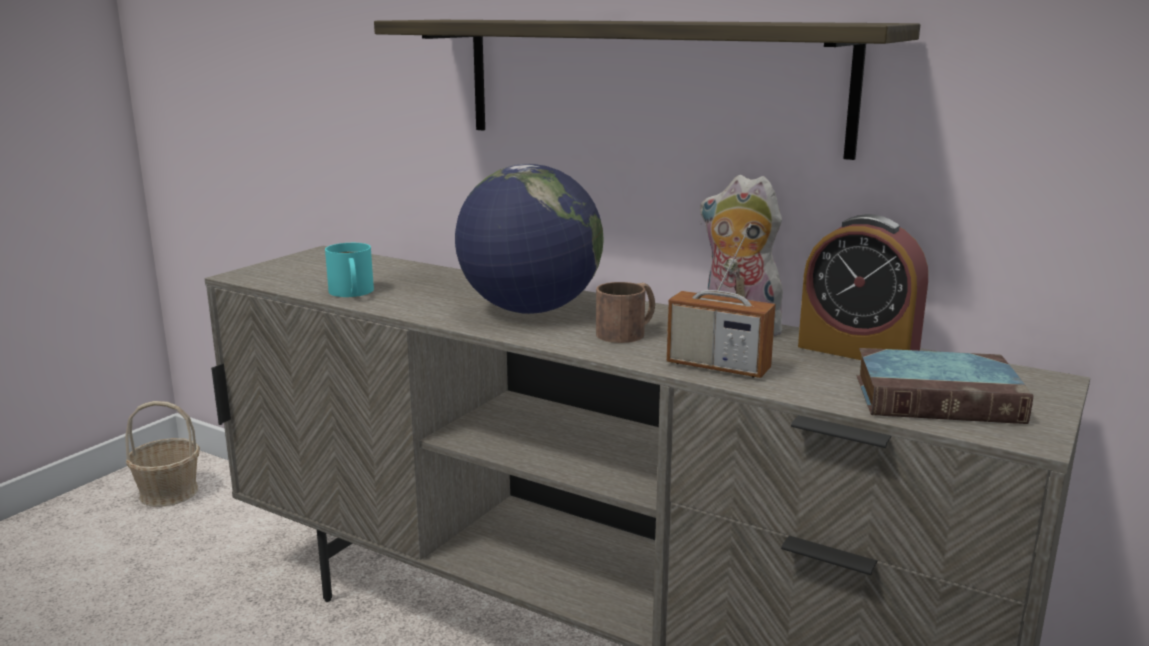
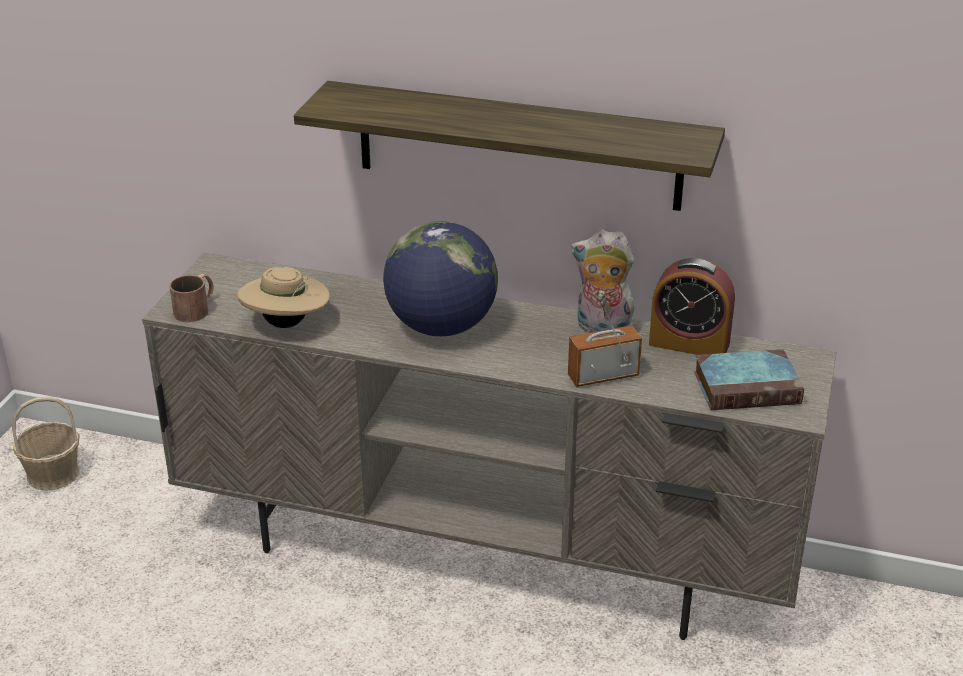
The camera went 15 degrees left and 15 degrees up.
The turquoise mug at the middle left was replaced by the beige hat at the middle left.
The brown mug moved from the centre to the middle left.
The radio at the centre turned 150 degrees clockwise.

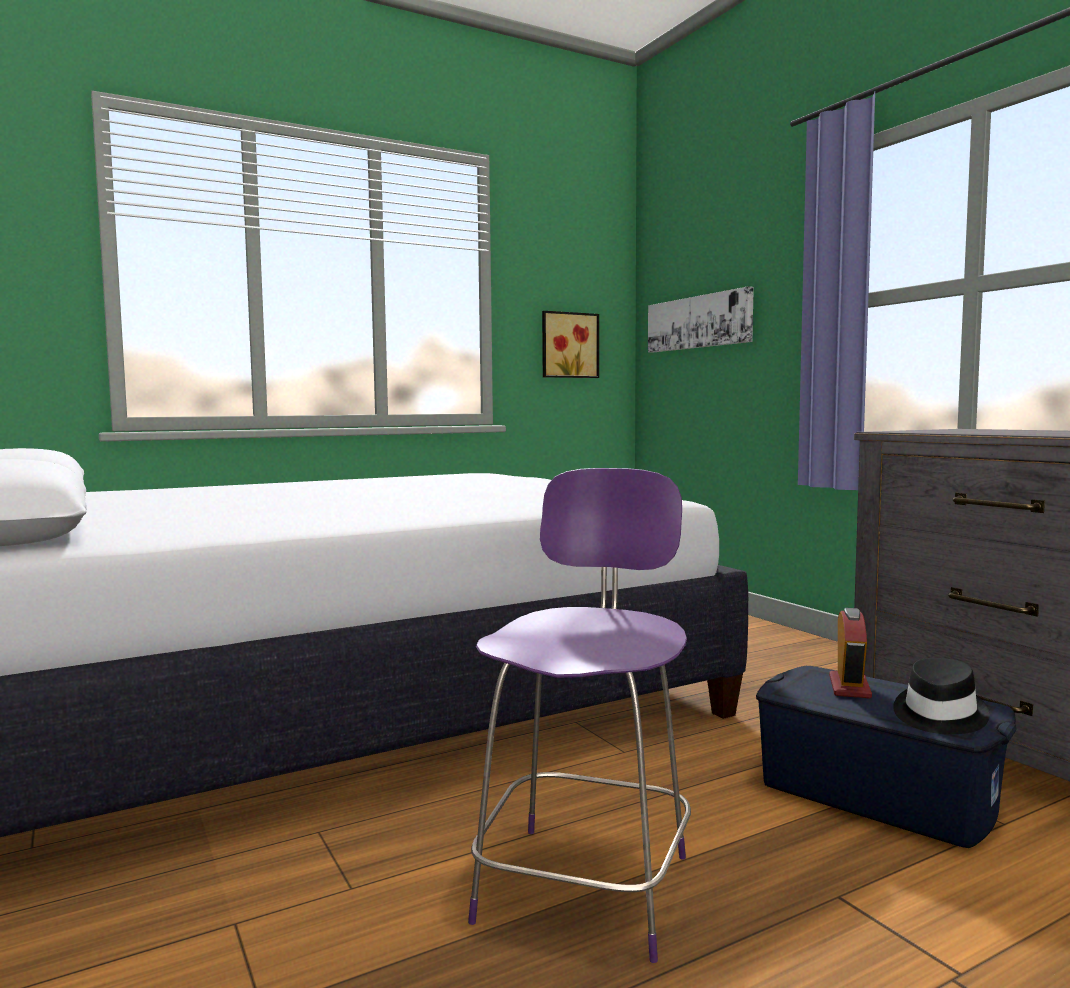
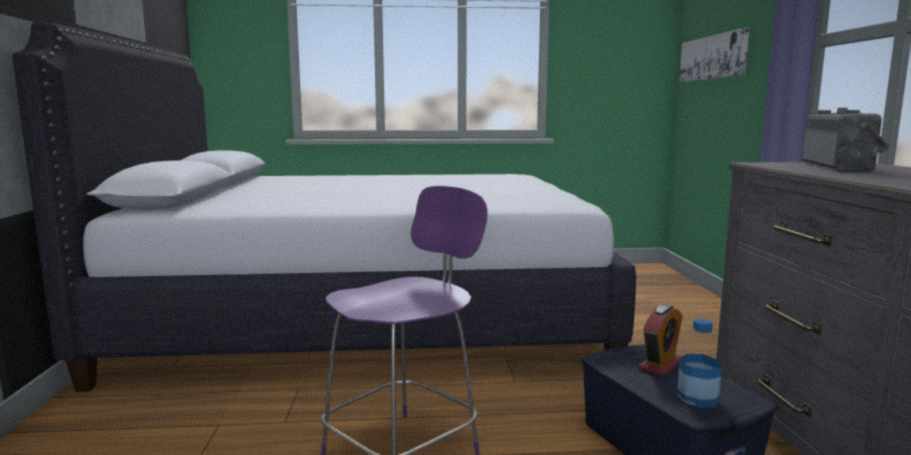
The camera went 25 degrees right and 5 degrees up.
The picture (1st from left) at the centre disappeared.
The black hat at the bottom right was replaced by the bottle at the bottom right.
The radio at the top right appeared.

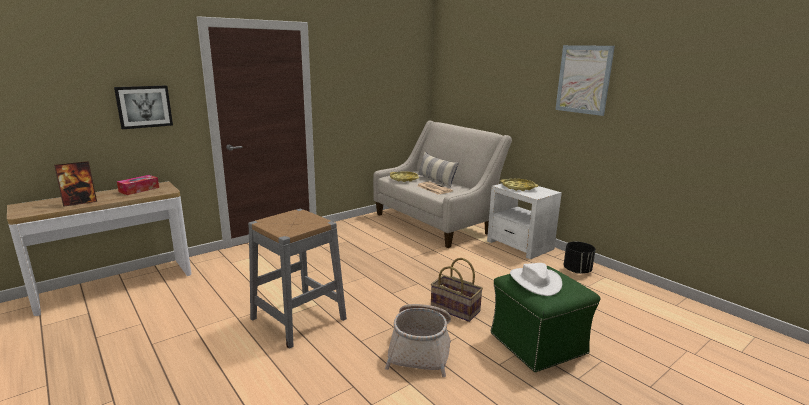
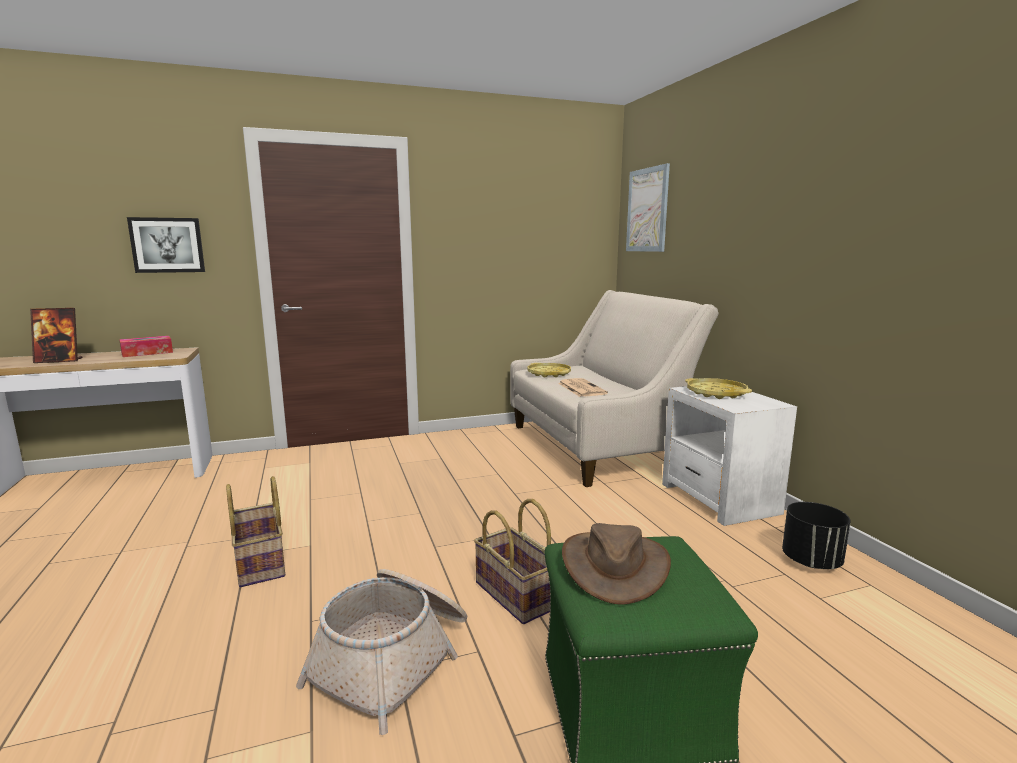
The camera went 20 degrees right and 5 degrees down.
The grey stool at the bottom centre was replaced by the basket (1st from left) at the bottom left.
The pillow at the centre disappeared.
The white hat at the bottom centre became the brown hat at the bottom centre.
The picture (2nd from left) moved from the top right to the top centre.

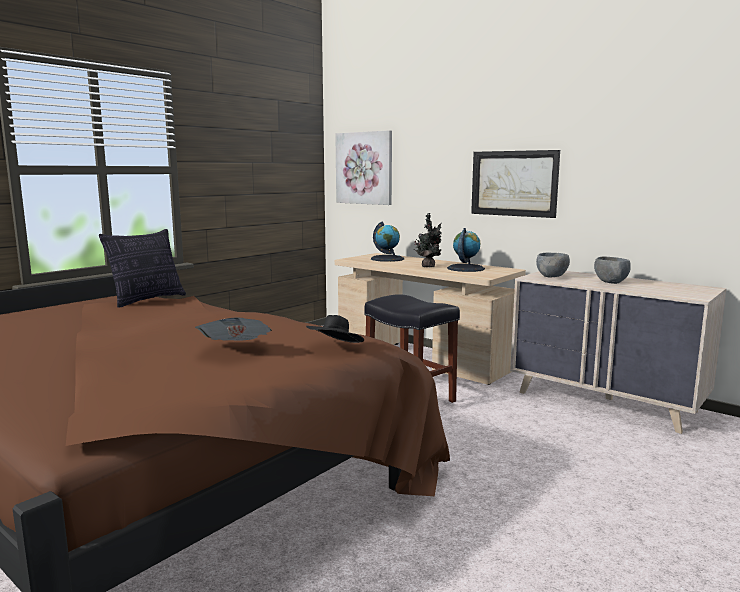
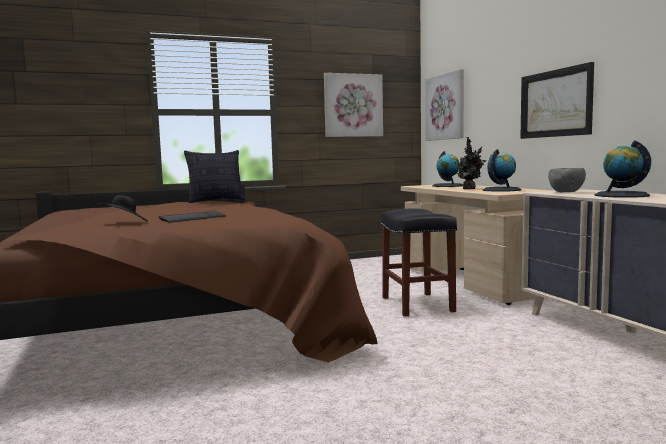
The camera went 30 degrees right and 5 degrees down.
The newspaper at the middle left was replaced by the keyboard at the middle left.
The black hat moved from the centre to the middle left.
The grey bowl (2nd from left) at the middle right was replaced by the globe (3rd from left) at the middle right.
The picture (1st from left) at the top centre appeared.

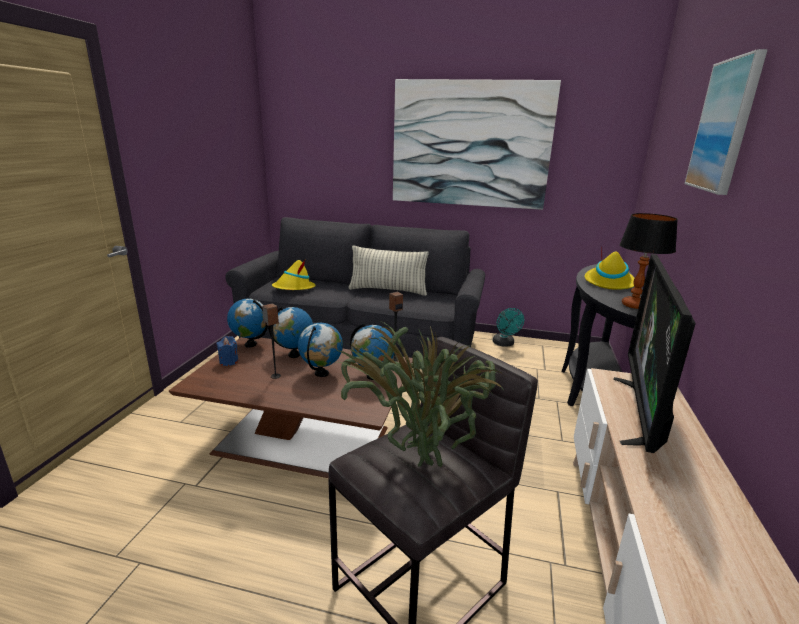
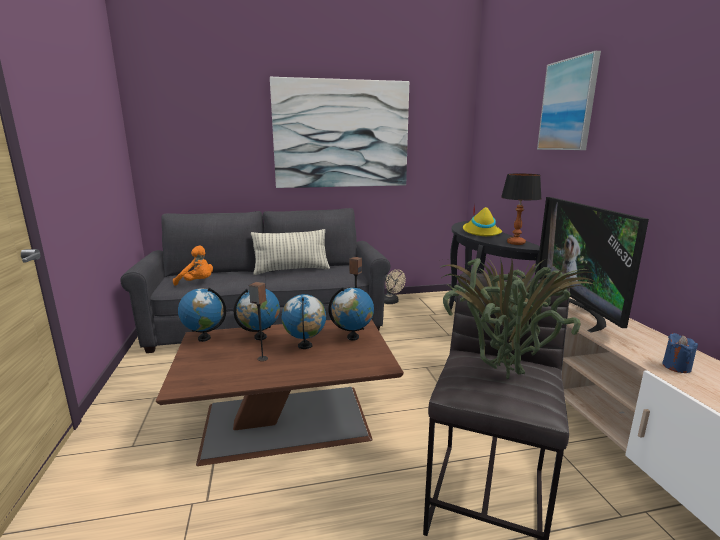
The camera went 25 degrees left and 5 degrees down.
The blue candle moved from the middle left to the middle right.
The yellow hat (1st from left) at the centre was replaced by the orange plush toy at the middle left.
The turquoise fan at the centre became the beige fan at the centre.

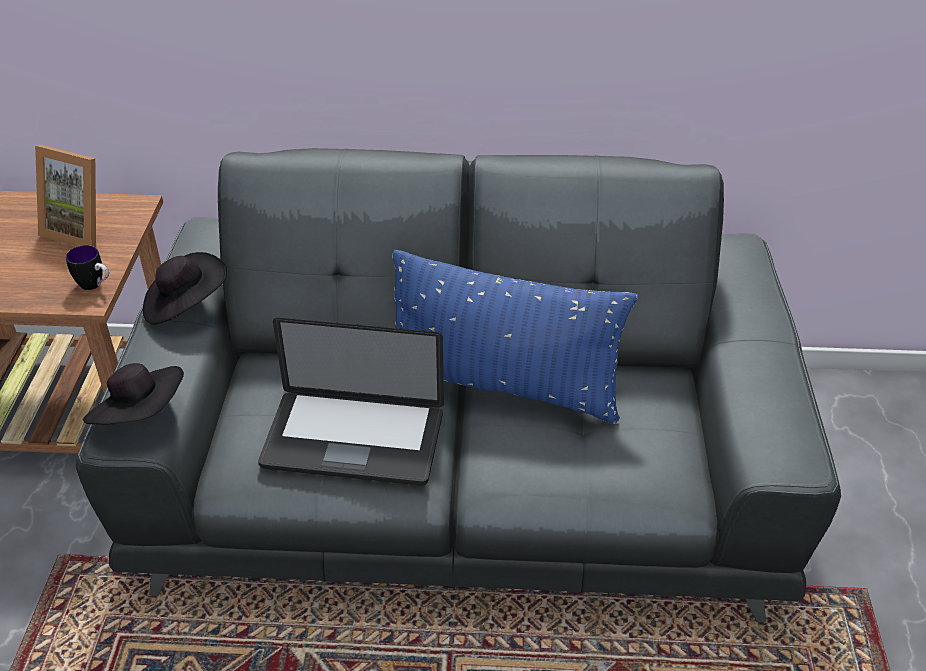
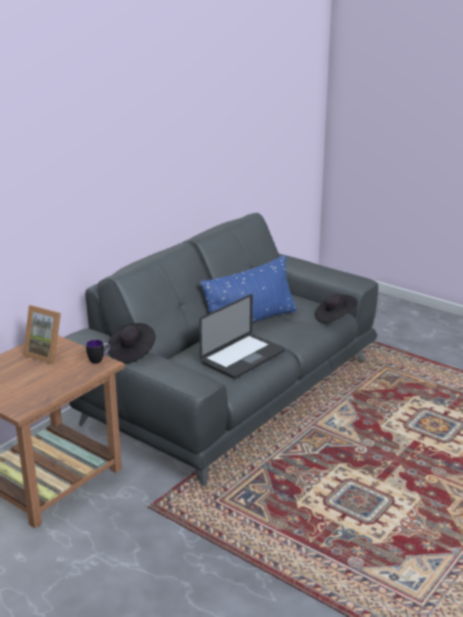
The camera went 55 degrees left and 15 degrees down.
The picture frame at the top left turned 60 degrees clockwise.
The black hat (1st from left in the first image) moved from the middle left to the middle right.

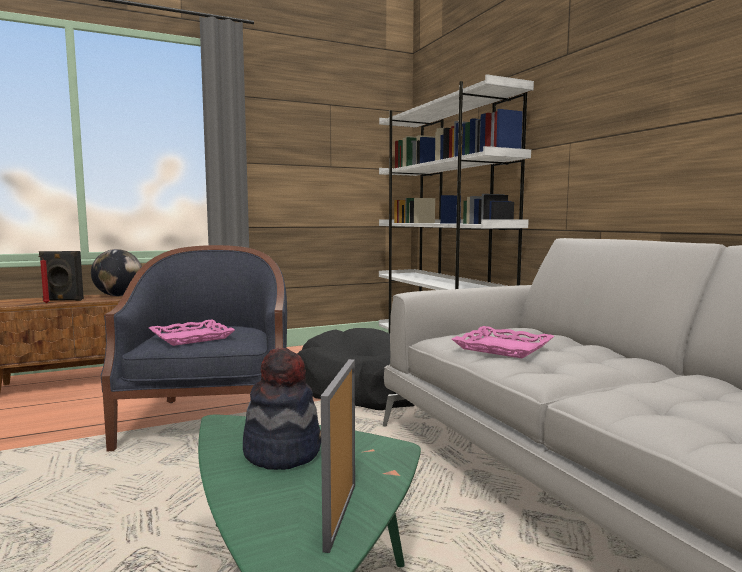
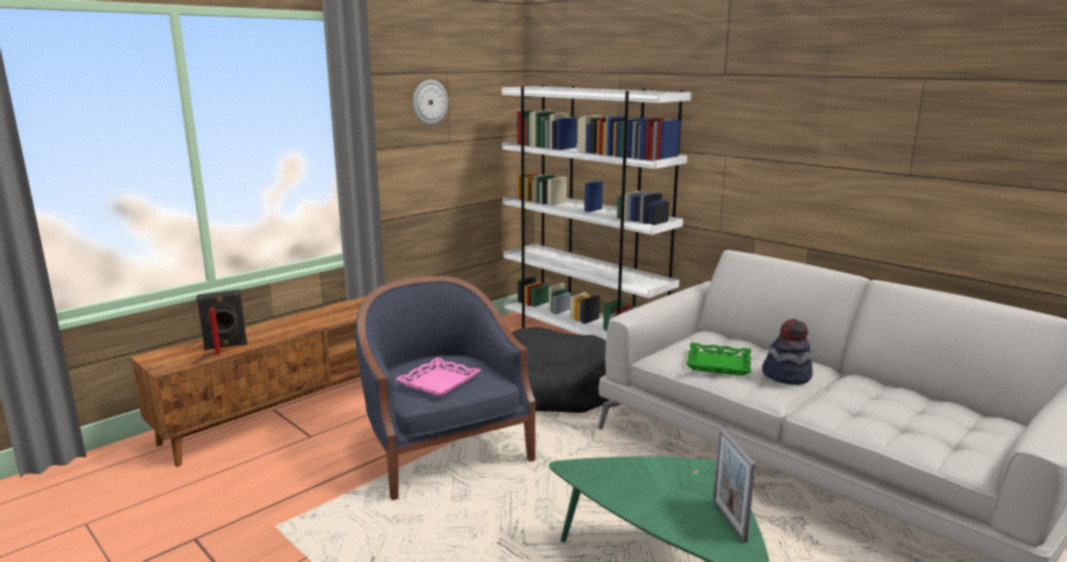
The camera went 20 degrees left and 10 degrees up.
The globe at the middle left disappeared.
The hat moved from the bottom centre to the middle right.
The pink tray (2nd from left) at the middle right became the green tray at the middle right.
The wall clock at the top centre appeared.

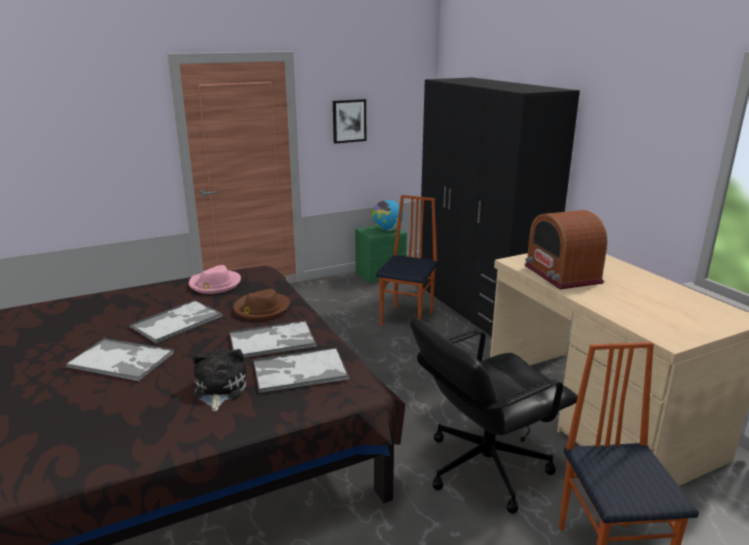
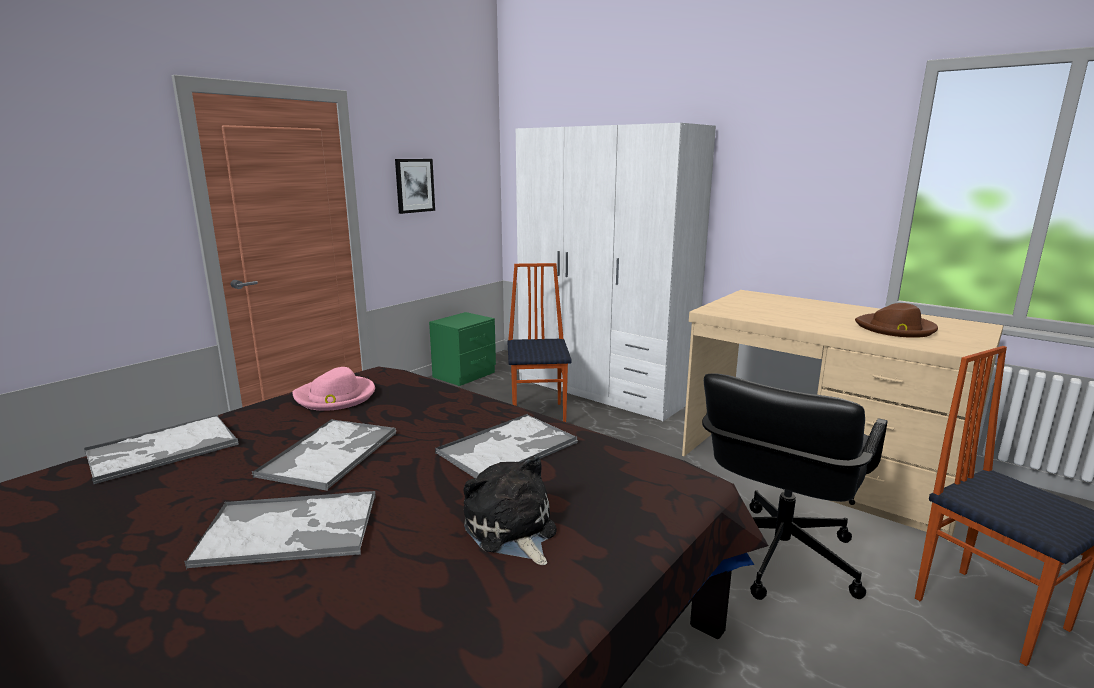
The camera went 25 degrees left and 5 degrees down.
The brown hat moved from the centre to the middle right.
The tray (4th from left in the first image) moved from the bottom centre to the middle left.
The globe at the centre disappeared.
The black wardrobe at the middle right became the white wardrobe at the centre.
The radio at the middle right disappeared.

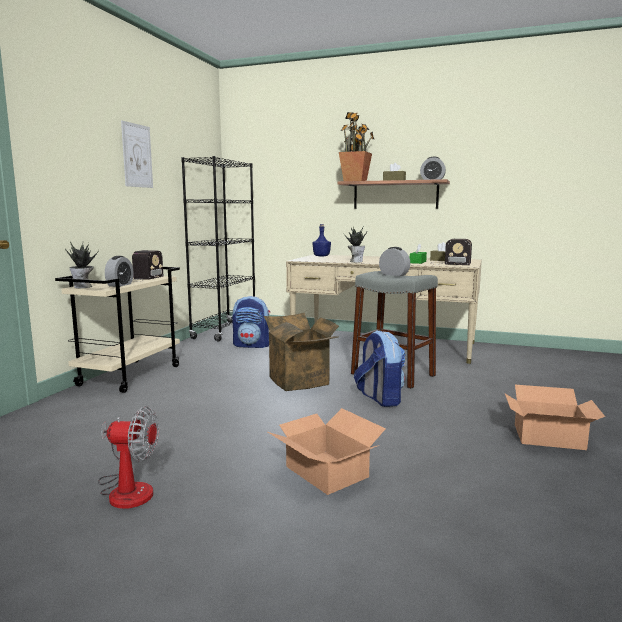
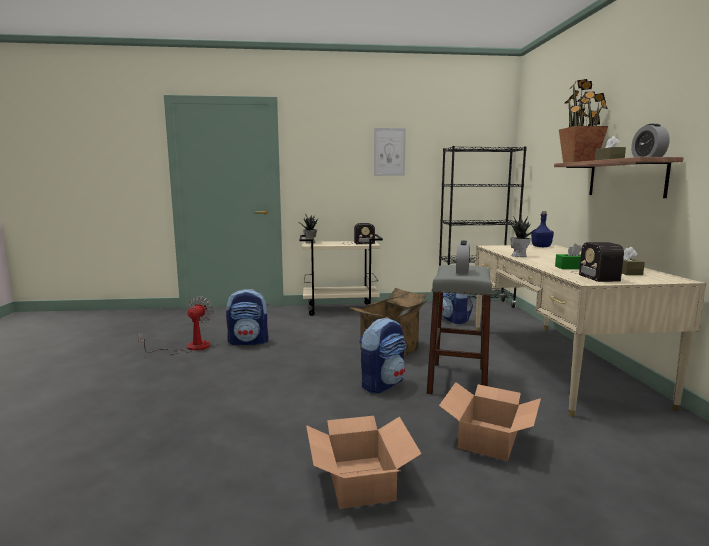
The camera went 65 degrees right and 0 degrees up.
The fan at the bottom left turned 150 degrees counterclockwise.
The alarm clock (1st from left) at the middle left disappeared.
The cardboard box (2nd from left in the first image) moved from the bottom centre to the bottom right.
The backpack (1st from left) at the centre appeared.

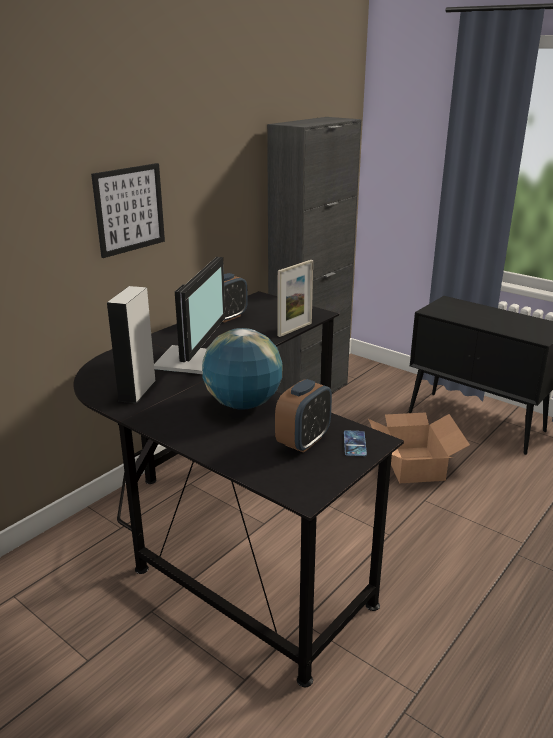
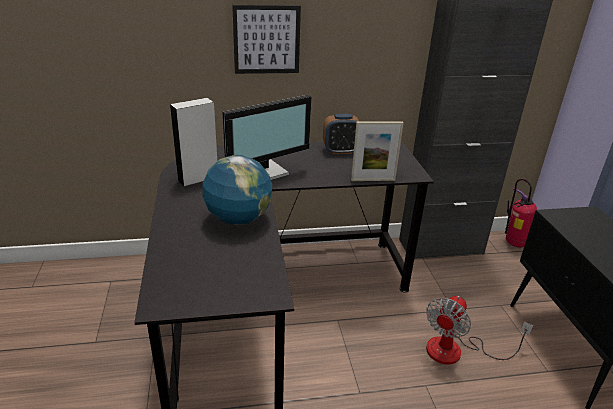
The camera went 40 degrees right and 5 degrees up.
The alarm clock (2nd from left) at the centre disappeared.
The phone at the centre disappeared.
The cardboard box at the middle right was replaced by the fan at the bottom right.
The fire extinguisher at the middle right appeared.

